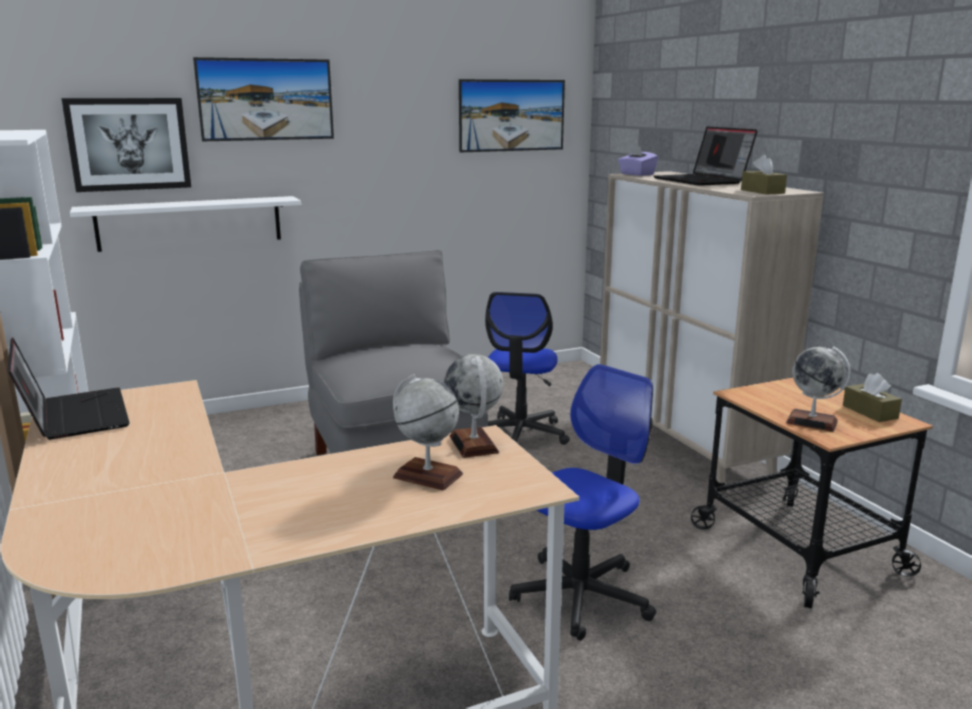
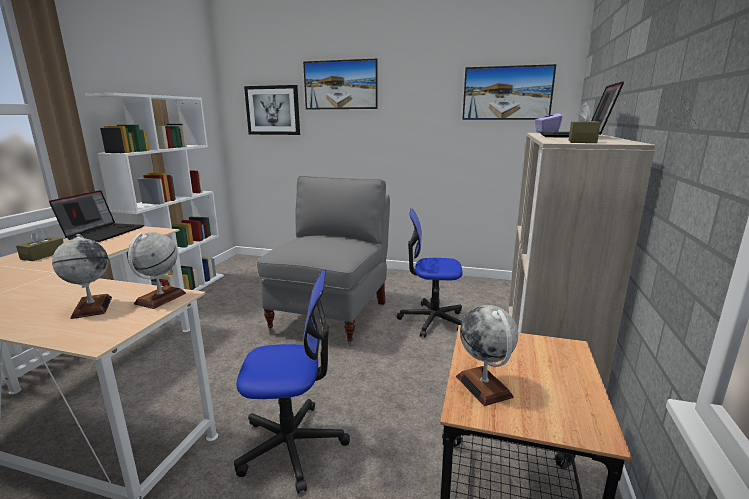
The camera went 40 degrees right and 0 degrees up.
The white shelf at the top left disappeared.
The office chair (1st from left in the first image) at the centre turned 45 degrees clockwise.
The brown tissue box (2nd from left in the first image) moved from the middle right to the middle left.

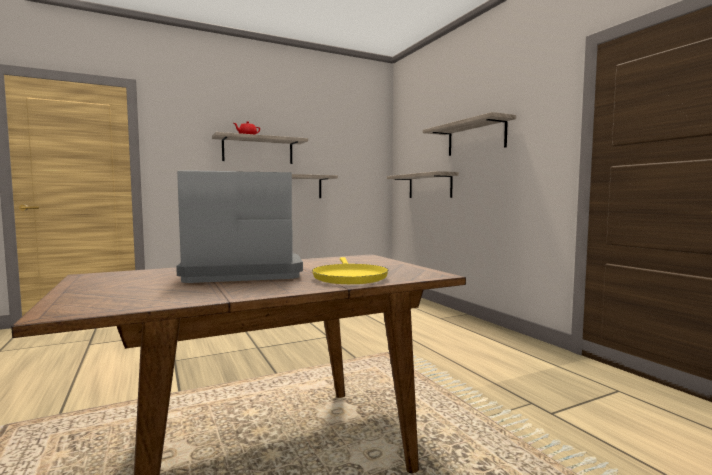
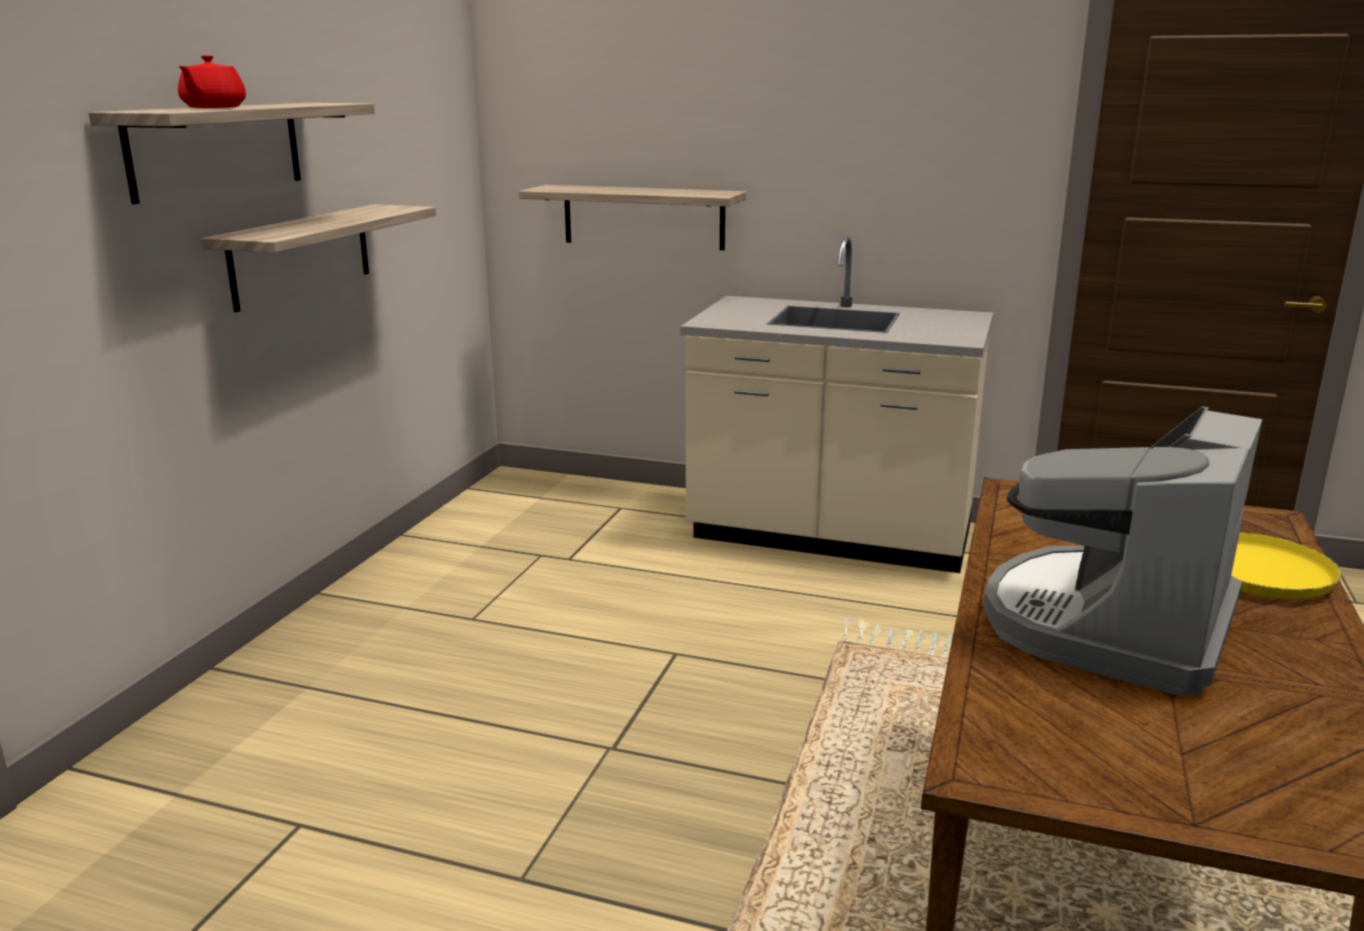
The camera went 45 degrees left and 15 degrees up.
The shelf (4th from left) at the top centre disappeared.
The beige counter at the centre appeared.

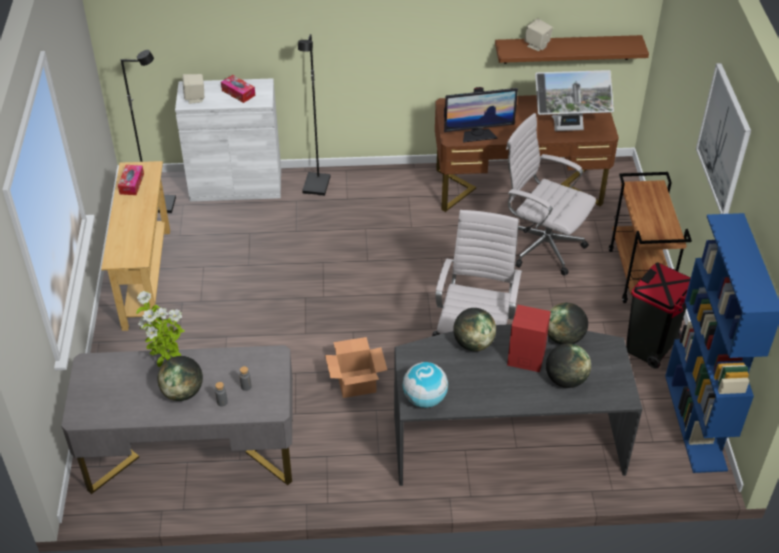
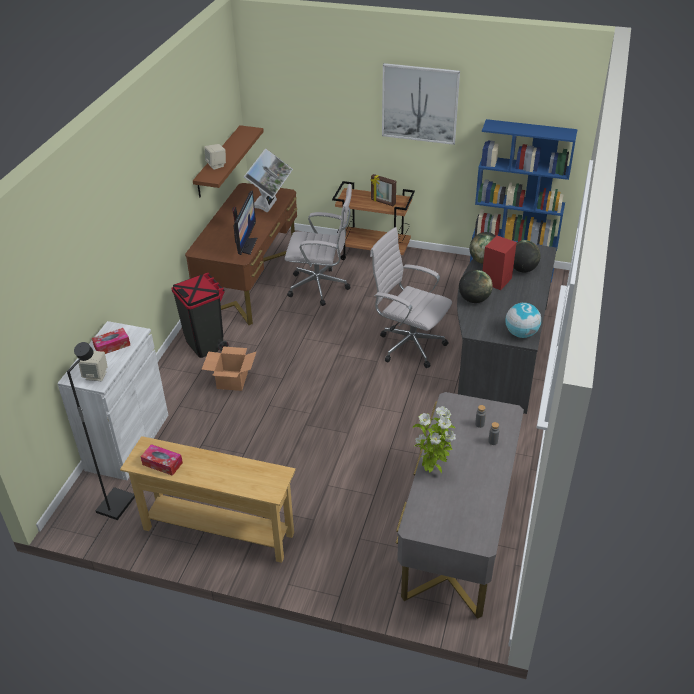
The camera went 70 degrees left and 5 degrees down.
The globe (1st from left) at the bottom left disappeared.
The black floor lamp (2nd from left) at the top centre disappeared.
The cardboard box moved from the centre to the middle left.
The white office chair (2nd from left in the first image) at the middle right turned 135 degrees counterclockwise.
The black trash can moved from the middle right to the middle left.
The picture frame at the top centre appeared.

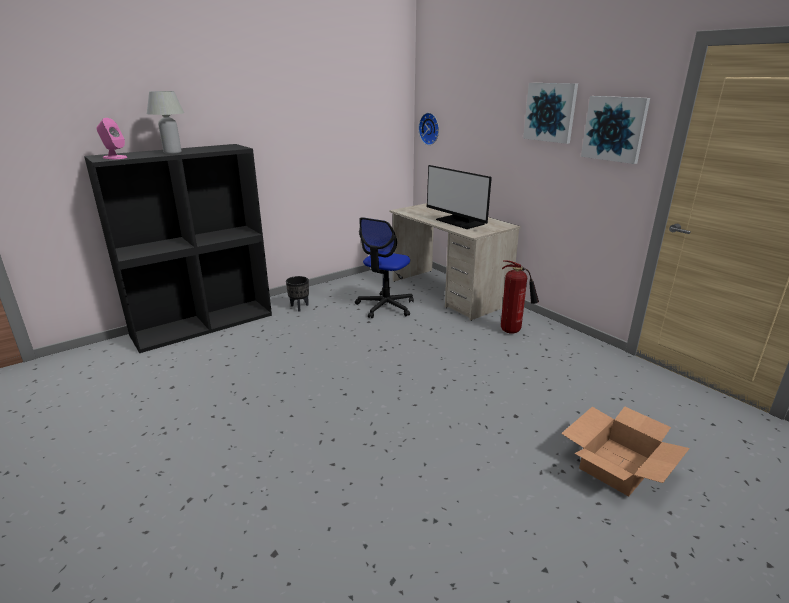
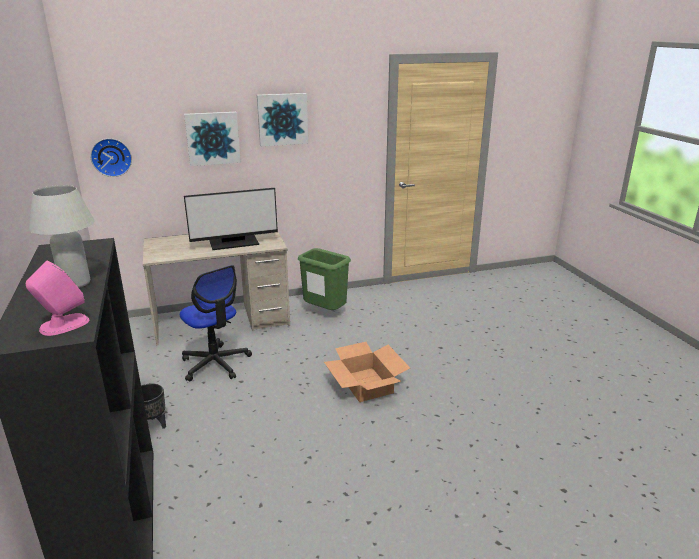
The camera went 70 degrees left and 0 degrees up.
The fire extinguisher at the centre was replaced by the green trash can at the centre.
The cardboard box moved from the bottom right to the centre.
The picture (2nd from left in the first image) moved from the top right to the top left.

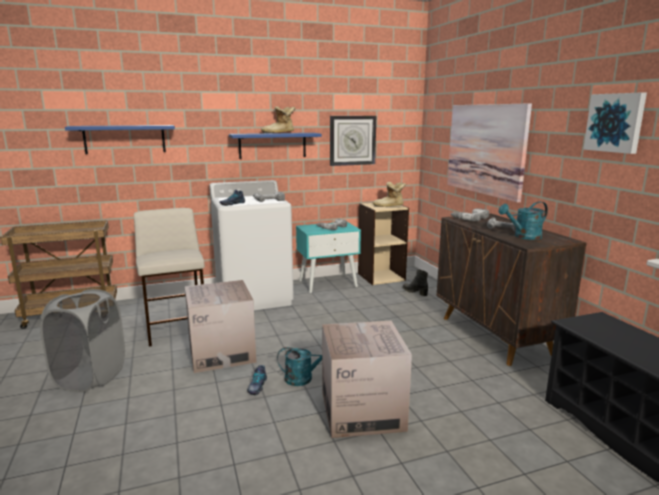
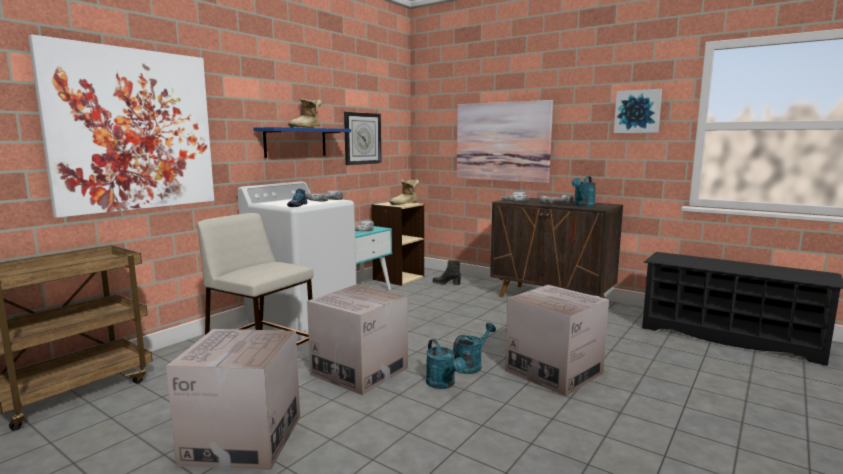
The camera went 35 degrees left and 5 degrees down.
The grey laundry basket at the bottom left was replaced by the cardboard box (1st from left) at the bottom left.
The blue shelf (1st from left) at the top left was replaced by the picture (1st from left) at the top left.
The shoe (2nd from left) at the bottom centre was replaced by the turquoise watering can (1st from left) at the bottom centre.

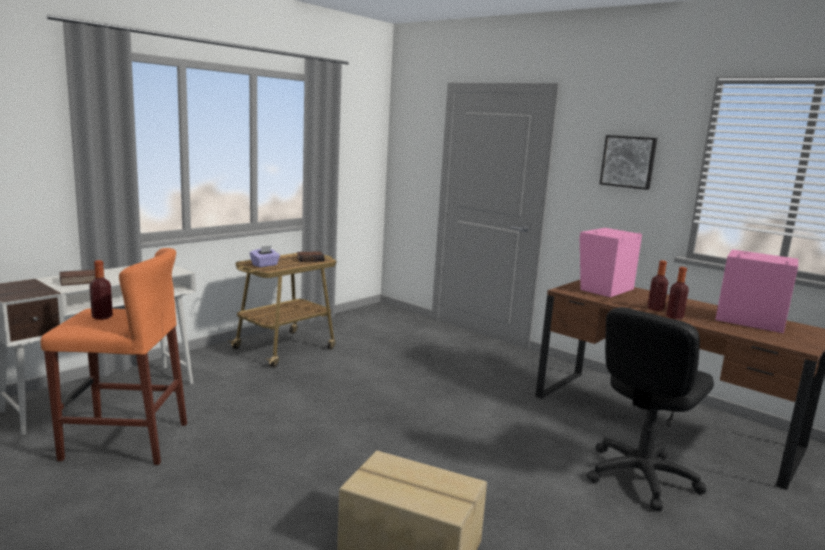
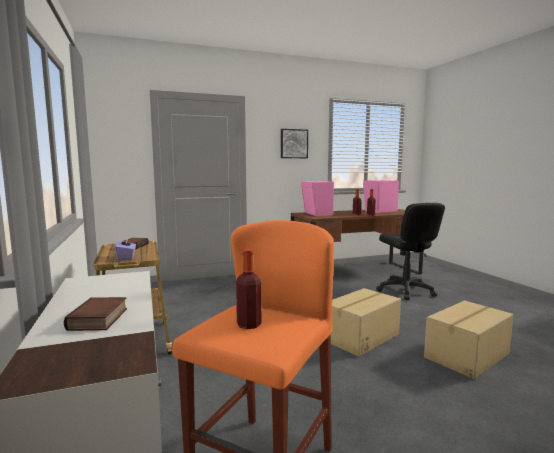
The camera went 60 degrees left and 5 degrees down.
The cardboard box (1st from left) at the bottom centre appeared.

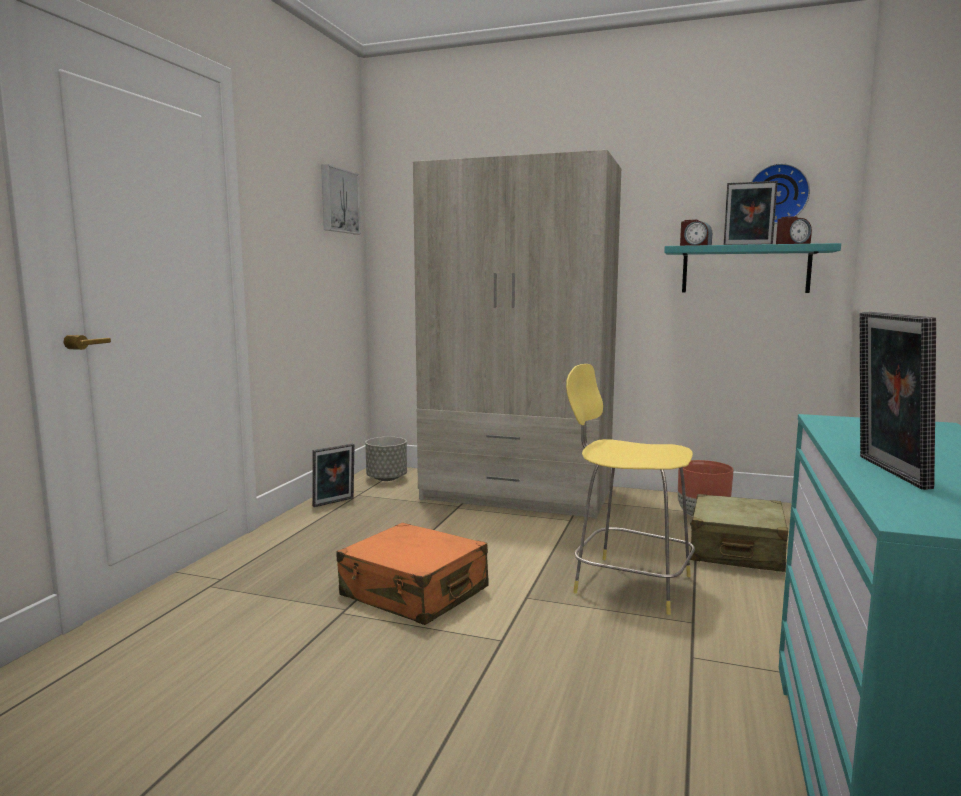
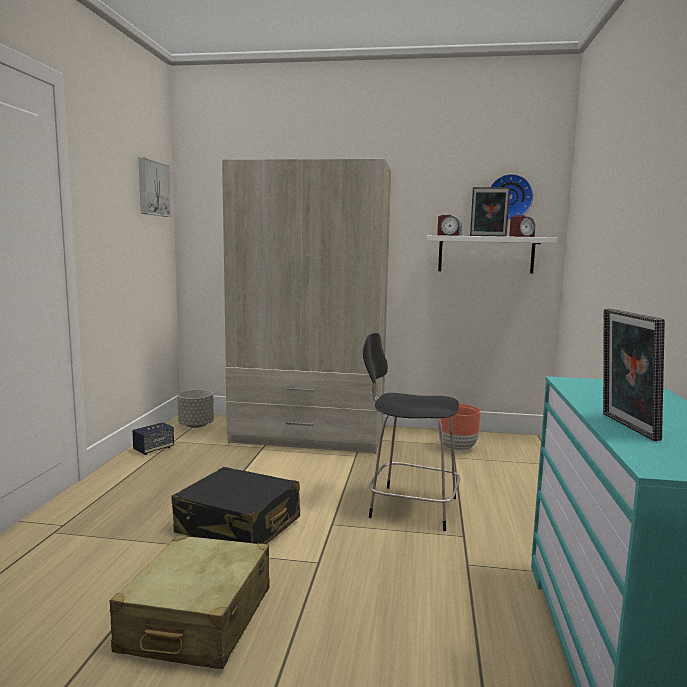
The camera went 10 degrees left and 0 degrees up.
The picture frame (1st from left) at the centre was replaced by the speaker at the middle left.
The orange suitcase at the bottom centre became the black suitcase at the bottom centre.
The yellow stool at the centre became the black stool at the centre.
The turquoise shelf at the middle right became the white shelf at the middle right.
The beige suitcase moved from the bottom right to the bottom left.

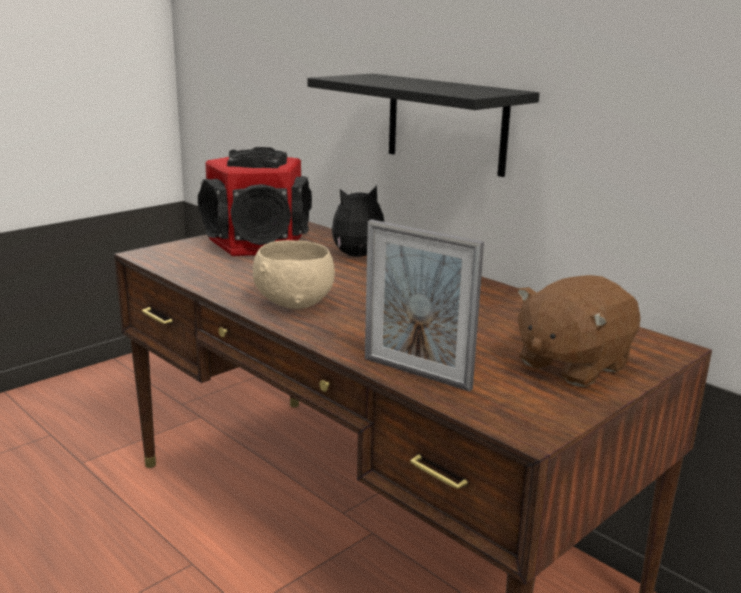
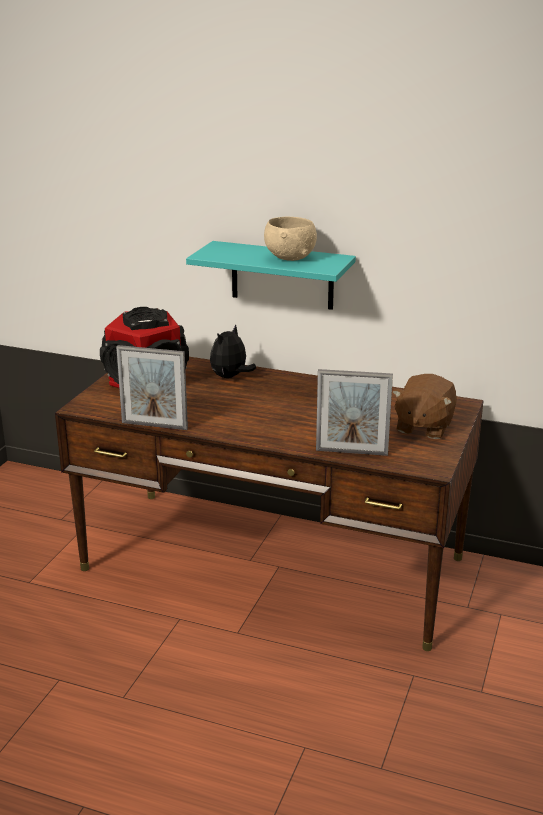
The camera went 25 degrees left and 5 degrees up.
The beige bowl moved from the centre to the top centre.
The black shelf at the top centre became the turquoise shelf at the centre.
The picture frame (1st from left) at the middle left appeared.

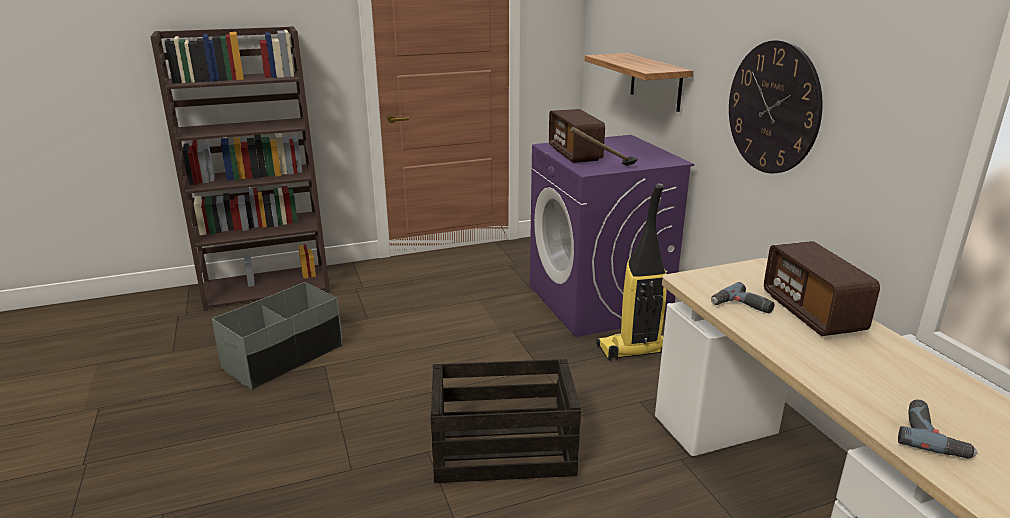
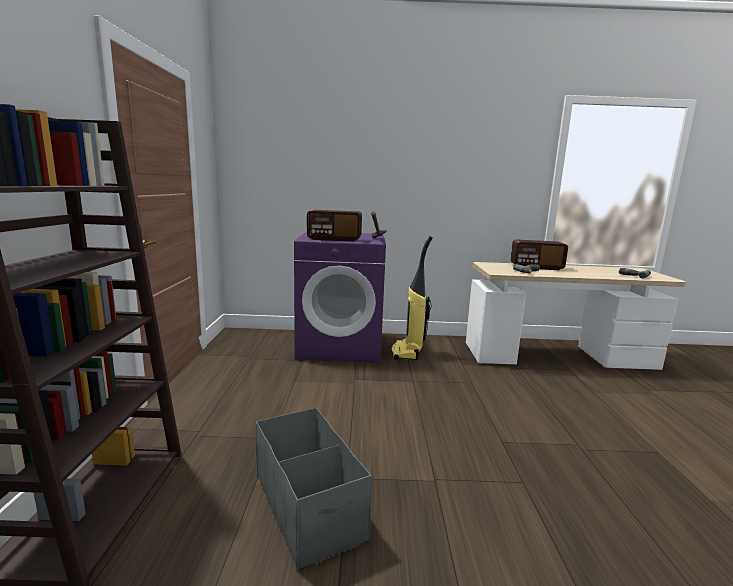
The camera went 70 degrees left and 10 degrees down.
The crate at the bottom centre disappeared.
The shelf at the top centre disappeared.
The wall clock at the top right disappeared.

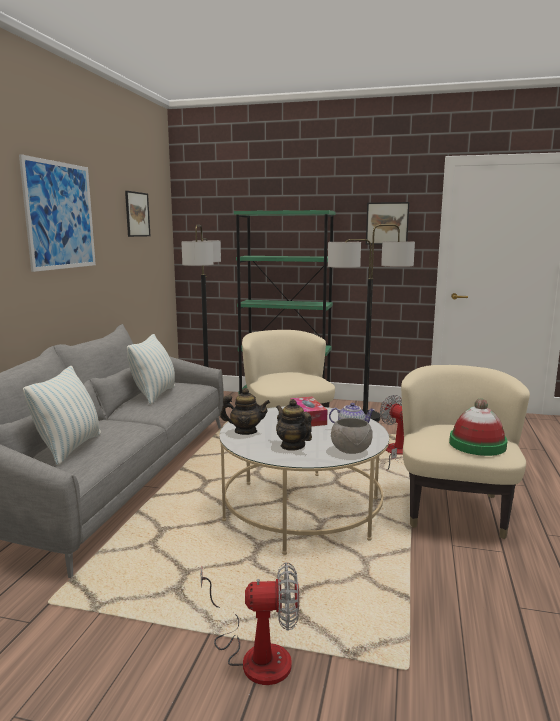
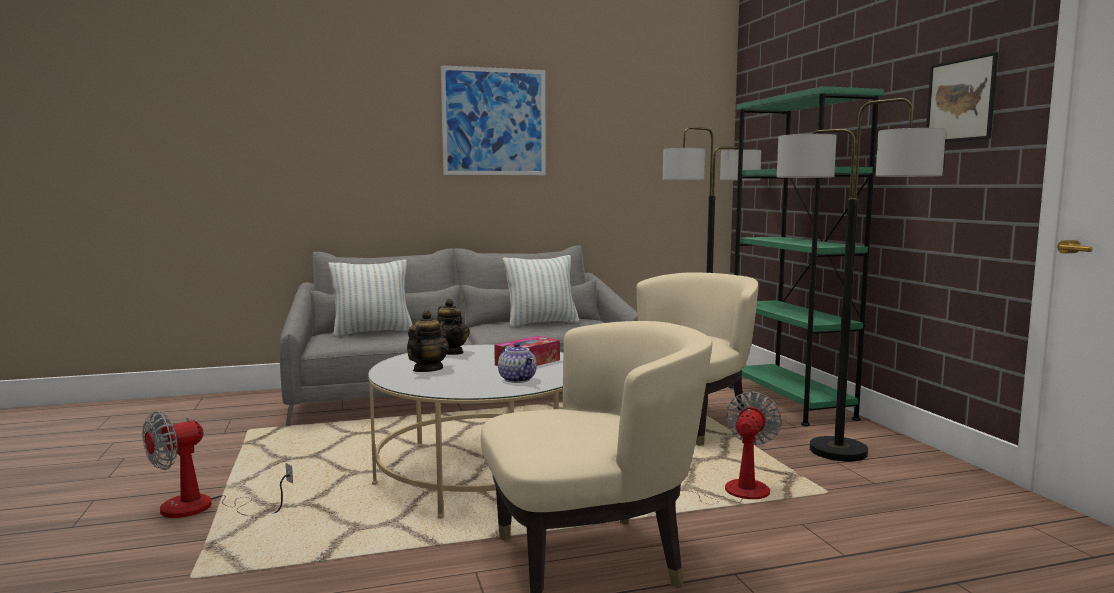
The camera went 60 degrees right and 5 degrees down.
The picture (2nd from left) at the top left disappeared.
The fan (1st from left) at the bottom centre turned 75 degrees clockwise.
The grey bowl at the centre disappeared.
The hat at the middle right disappeared.

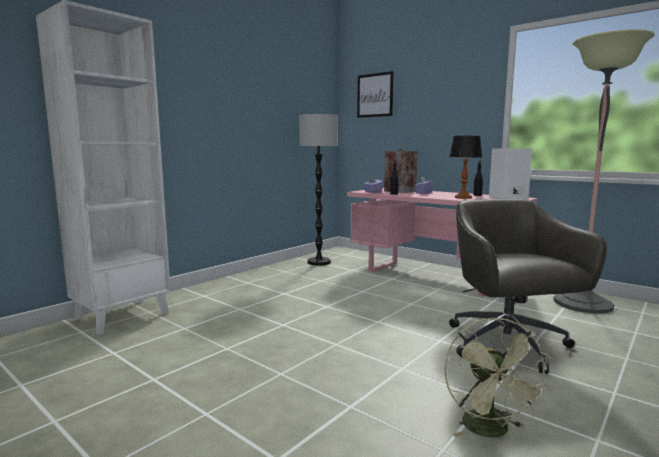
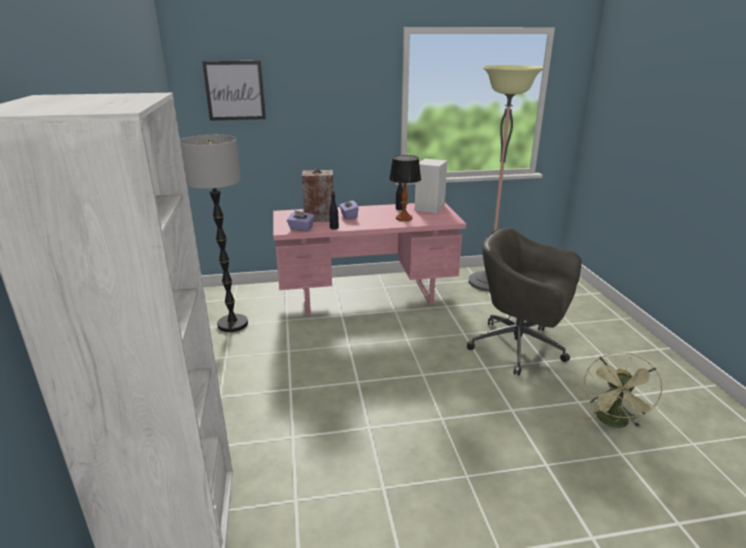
The camera went 50 degrees left and 15 degrees up.
The green fan at the bottom right turned 75 degrees clockwise.

